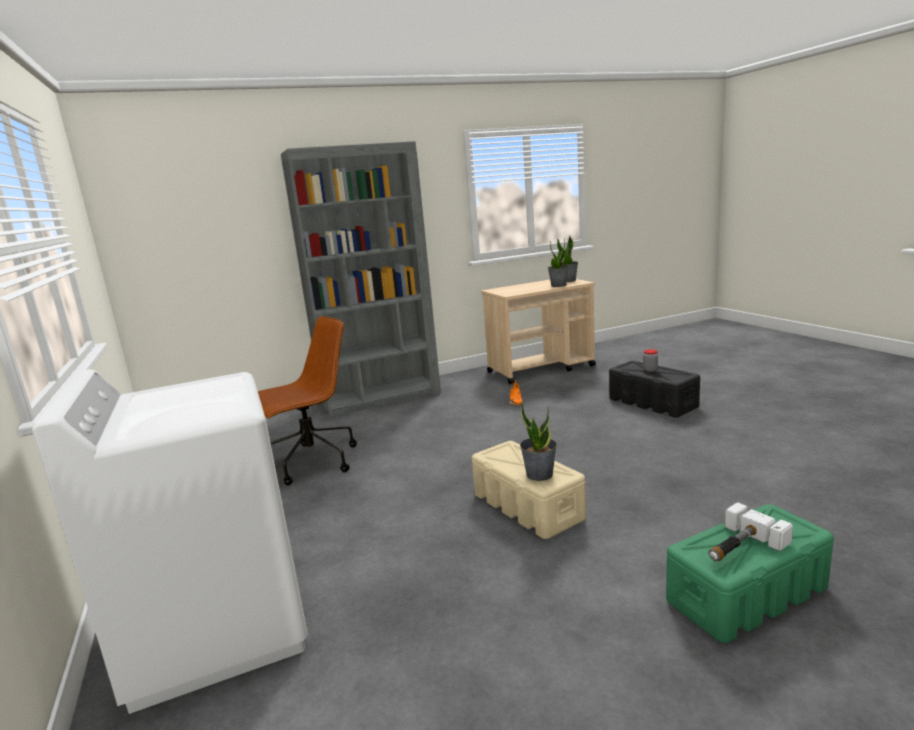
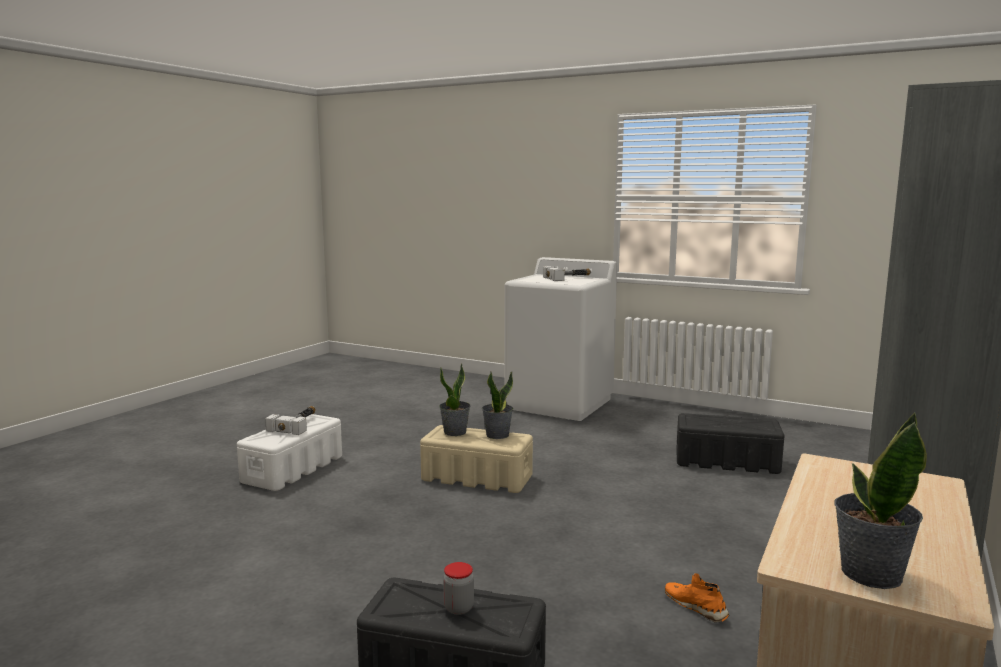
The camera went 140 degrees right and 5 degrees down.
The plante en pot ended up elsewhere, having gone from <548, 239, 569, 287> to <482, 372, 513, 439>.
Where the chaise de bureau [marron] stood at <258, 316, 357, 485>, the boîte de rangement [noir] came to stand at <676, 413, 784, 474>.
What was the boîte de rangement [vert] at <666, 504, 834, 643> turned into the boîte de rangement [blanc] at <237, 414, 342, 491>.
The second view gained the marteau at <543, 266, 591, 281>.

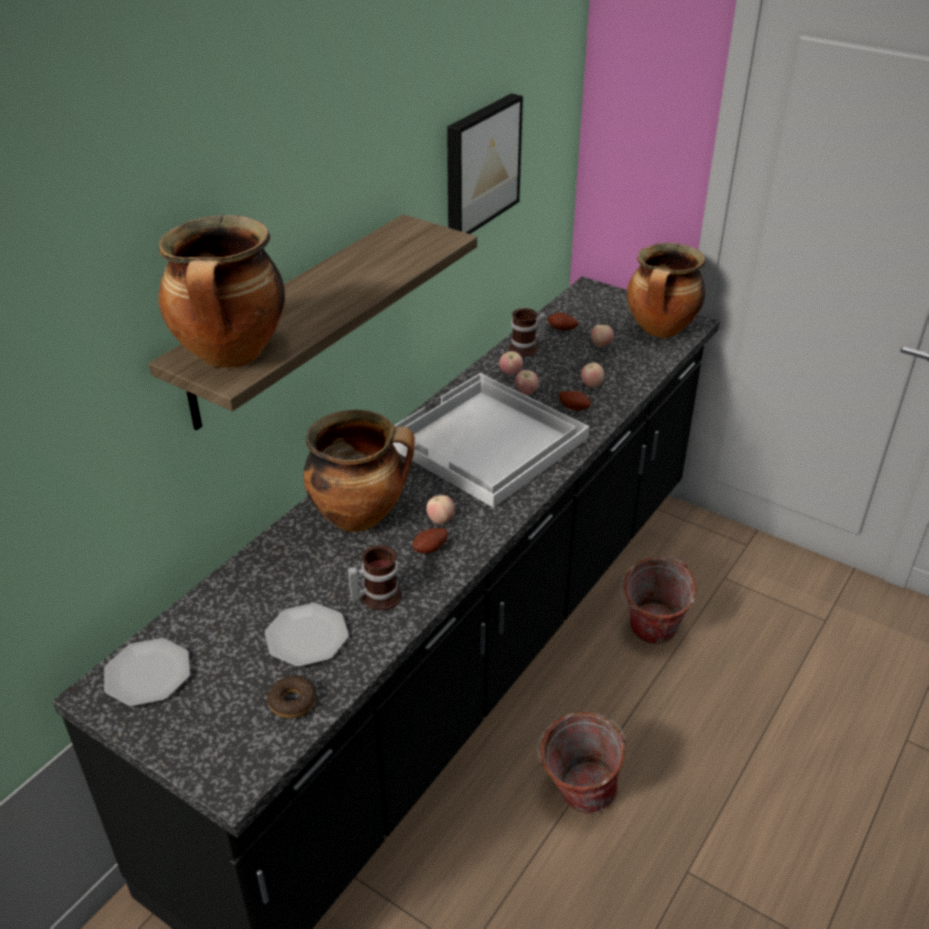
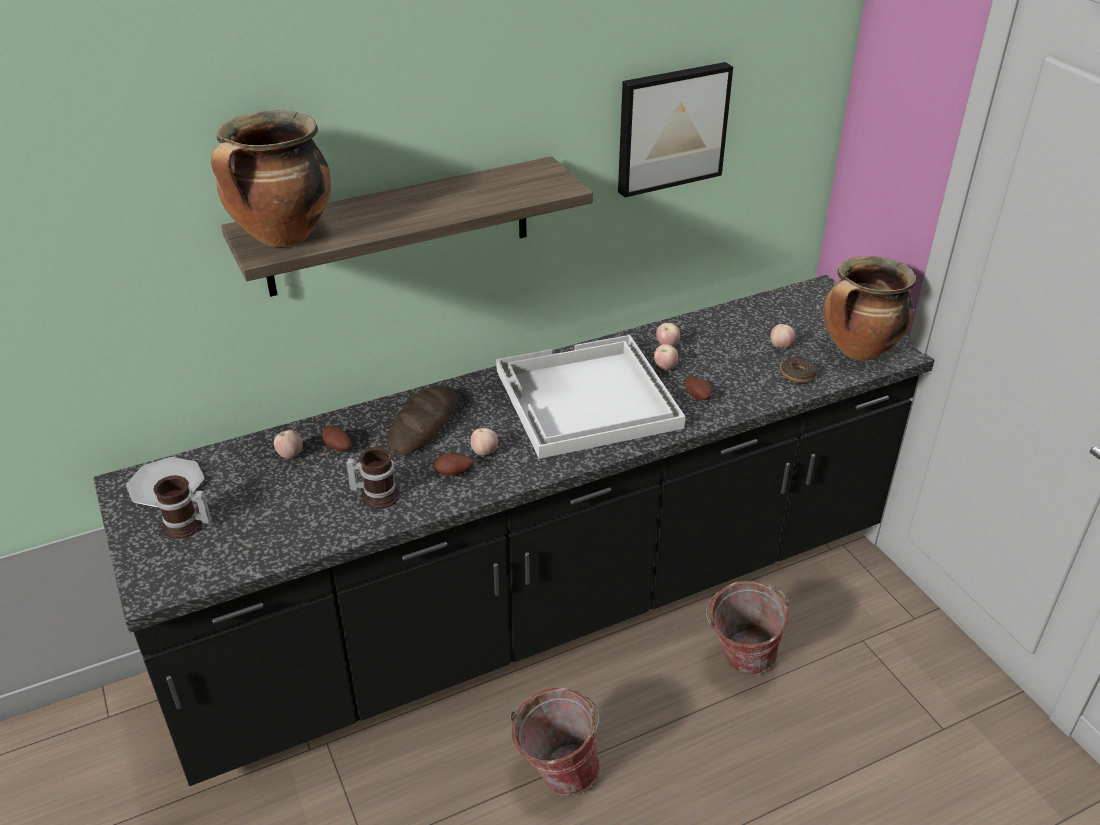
The camera went 30 degrees right and 0 degrees up.
The mug ended up elsewhere, having gone from <509, 308, 547, 357> to <154, 475, 212, 539>.
The pomme de terre ended up elsewhere, having gone from <547, 313, 579, 330> to <322, 426, 351, 451>.
The pomme ended up elsewhere, having gone from <581, 362, 605, 388> to <274, 430, 303, 459>.
Where the marmite stood at <304, 410, 415, 532>, the pain came to stand at <388, 385, 457, 455>.
The second view lost the assiette at <265, 603, 349, 667>.
The beignet ended up elsewhere, having gone from <267, 676, 316, 718> to <781, 357, 818, 383>.

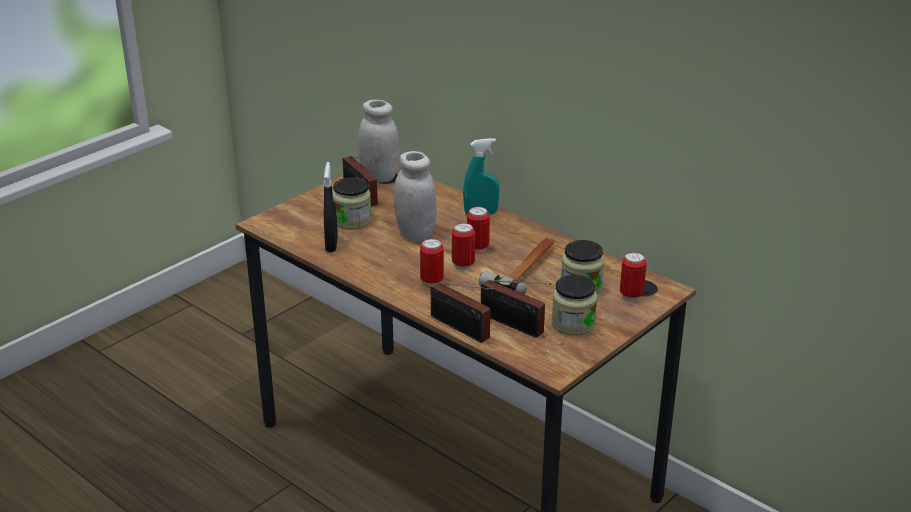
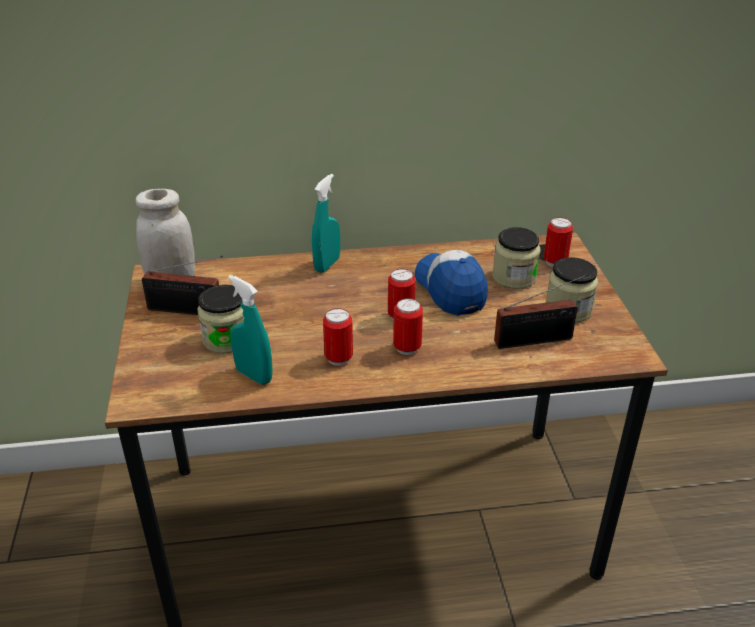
The camera went 50 degrees left and 5 degrees up.
The second view lost the bocal [blanc] at <394, 151, 437, 241>.
What was the vaporisateur [noir] at <324, 162, 338, 252> turned into the vaporisateur [turquoise] at <228, 275, 273, 385>.
The boîte métallique ended up elsewhere, having gone from <467, 206, 490, 252> to <323, 308, 353, 366>.
Where the marteau stood at <479, 237, 555, 294>, the casquette came to stand at <415, 250, 488, 316>.
The second view lost the radio at <431, 283, 496, 343>.

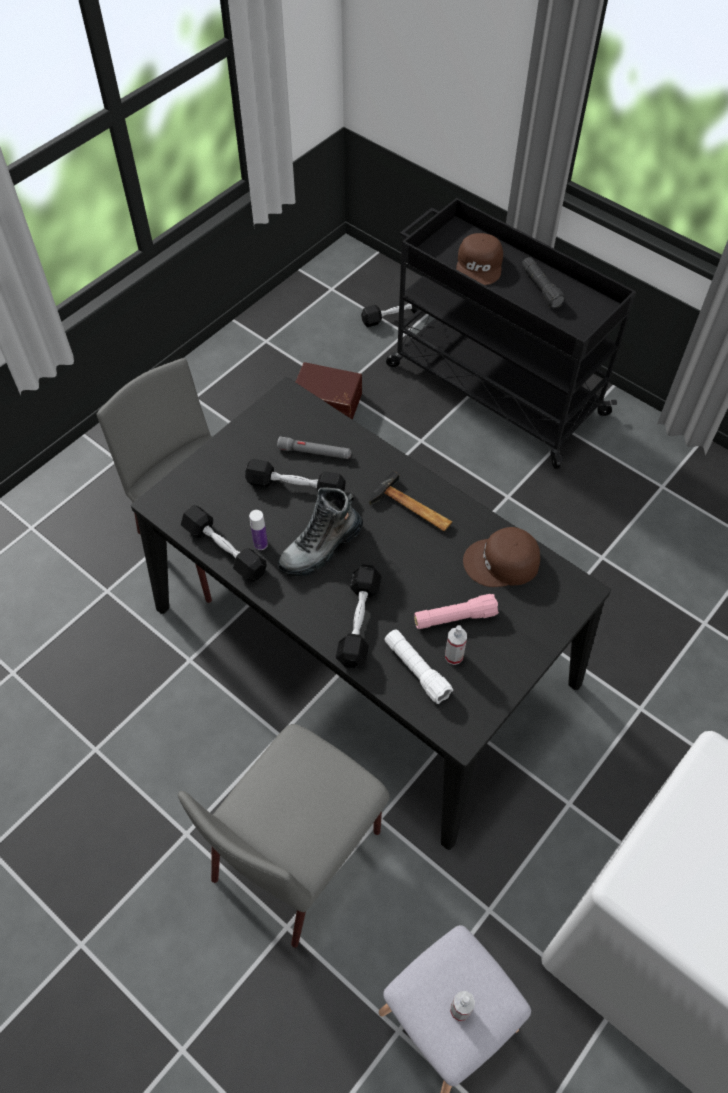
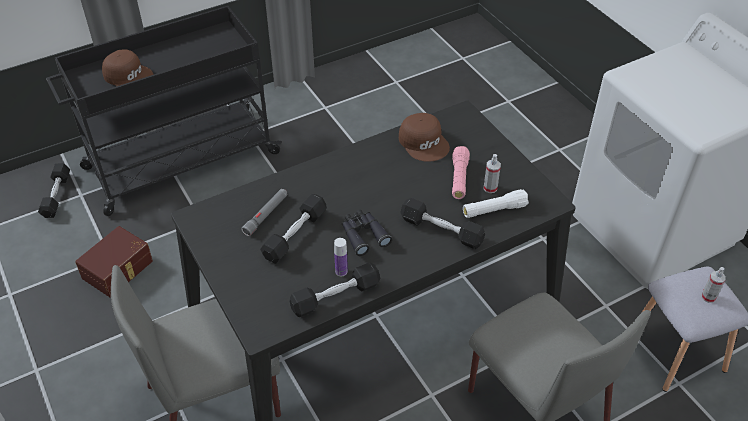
The camera went 70 degrees left and 10 degrees down.
The second view lost the lampe de poche [noir] at <522, 257, 566, 309>.
The second view lost the marteau at <369, 471, 452, 531>.
Where the botte stood at <278, 487, 363, 576>, the jumelles [noir] came to stand at <342, 210, 392, 256>.
The casquette [marron] at <463, 527, 540, 587> ended up facing another way, 45 degrees counterclockwise from before.

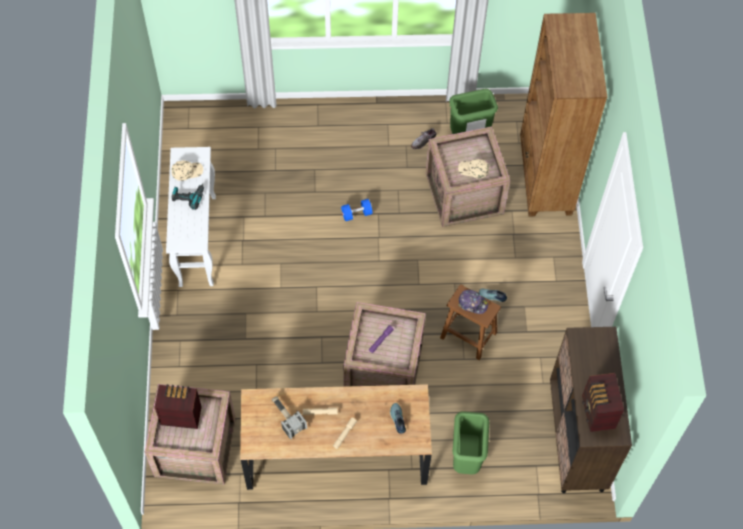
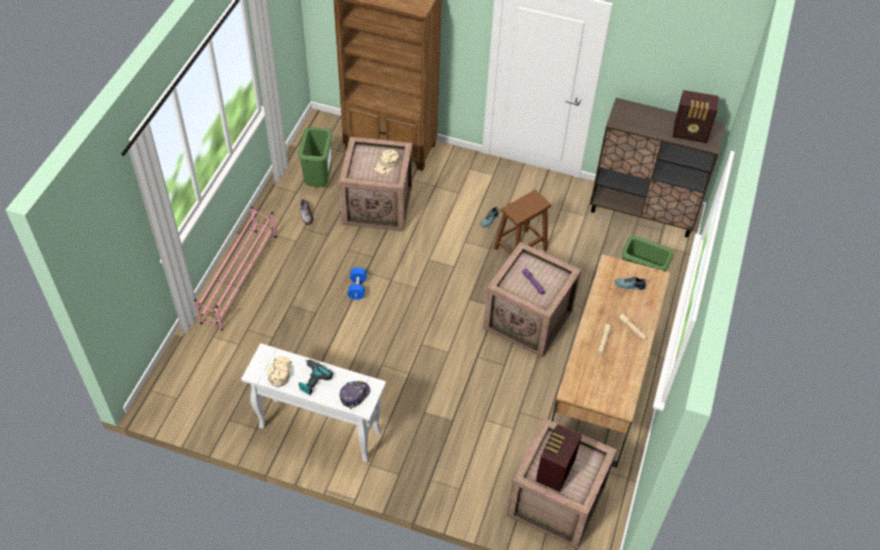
The camera went 70 degrees left and 10 degrees down.
The casquette ended up elsewhere, having gone from <458, 290, 488, 314> to <340, 381, 370, 409>.
The second view lost the marteau at <272, 396, 307, 439>.
The second view gained the étagère à chaussures [rose] at <194, 206, 277, 330>.

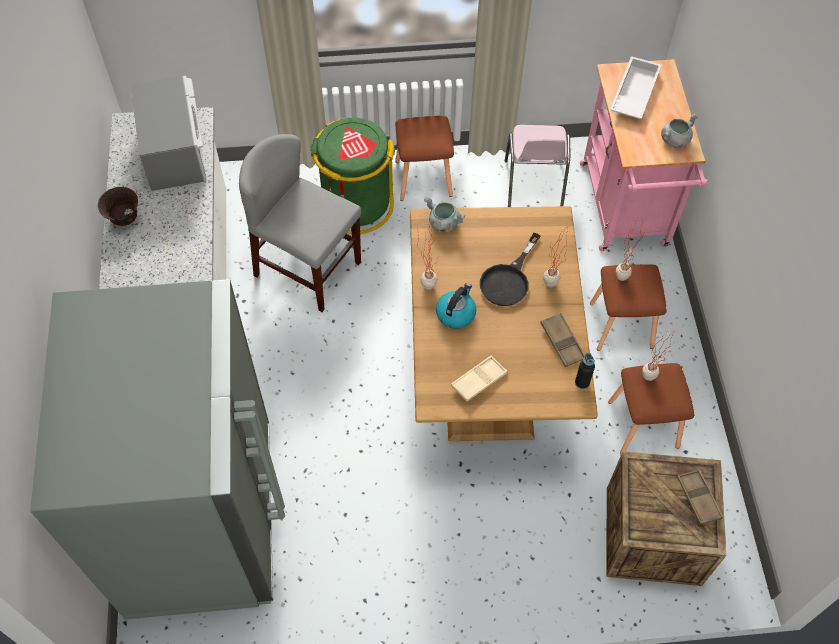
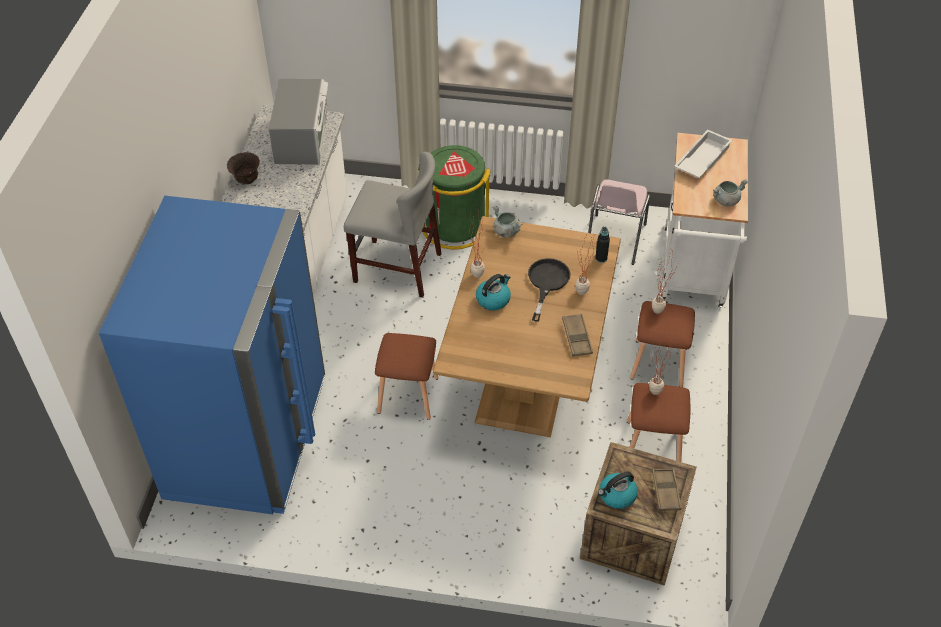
The camera went 15 degrees right and 10 degrees down.
What was the chariot [rose] at <580, 59, 708, 251> turned into the chariot [blanc] at <658, 133, 748, 308>.
The tabouret [marron] ended up elsewhere, having gone from <395, 116, 454, 201> to <375, 333, 438, 420>.
The chaise [gris] at <239, 134, 361, 312> ended up facing another way, 150 degrees clockwise from before.
The poêle [noir] at <480, 233, 540, 306> ended up facing another way, 150 degrees clockwise from before.
What was the réfrigérateur [gris] at <30, 279, 285, 619> turned into the réfrigérateur [bleu] at <99, 196, 325, 514>.
The bouteille [noir] ended up elsewhere, having gone from <575, 353, 595, 389> to <595, 227, 610, 263>.
The second view lost the plateau [beige] at <451, 355, 507, 402>.
The second view gained the bouilloire at <598, 472, 638, 509>.

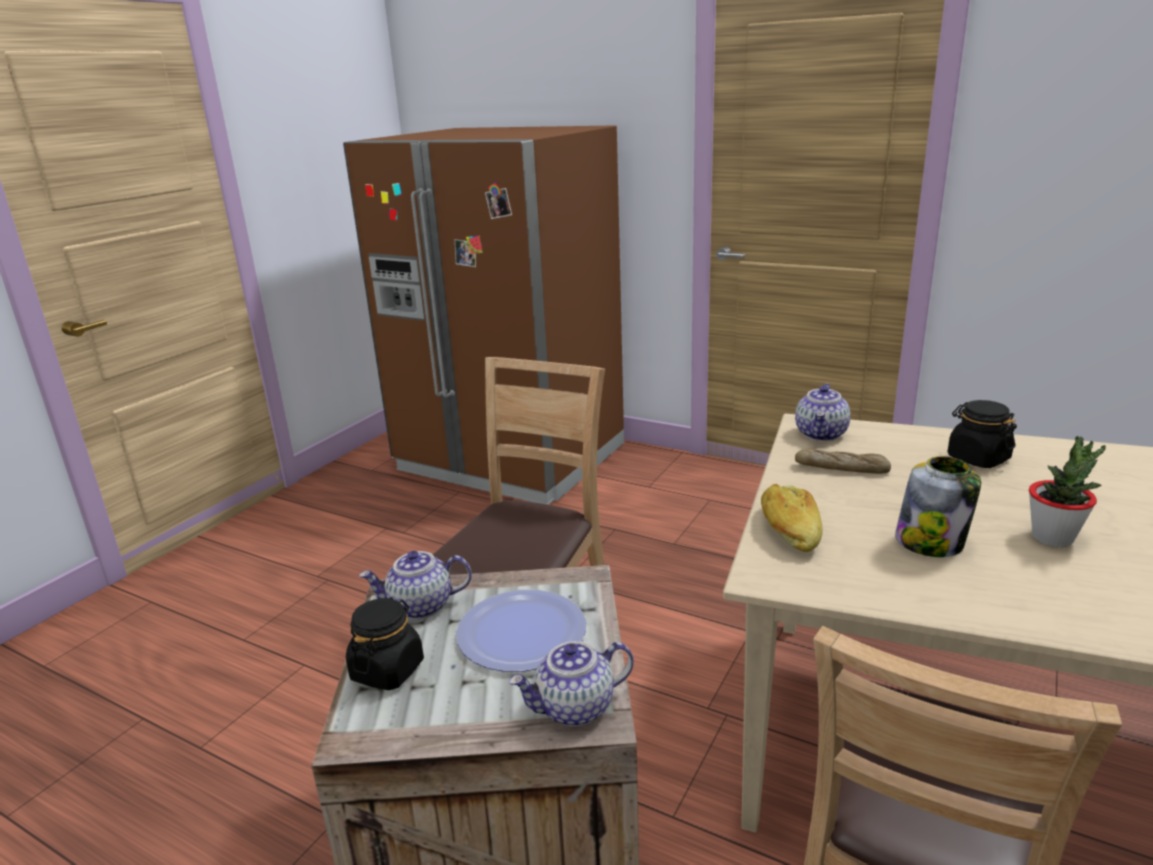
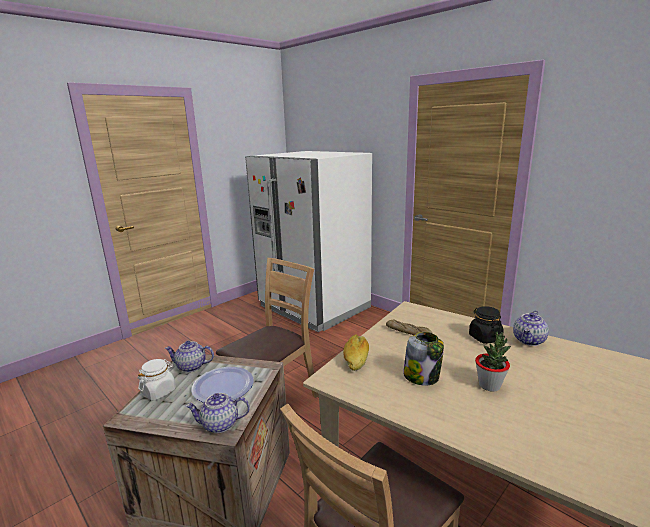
The camera went 15 degrees right and 5 degrees down.
What was the réfrigérateur [marron] at <343, 125, 624, 505> turned into the réfrigérateur [blanc] at <245, 151, 372, 332>.
The théière ended up elsewhere, having gone from <795, 383, 851, 441> to <513, 310, 549, 346>.
What was the bocal [noir] at <346, 597, 424, 690> turned into the bocal [blanc] at <138, 359, 176, 401>.

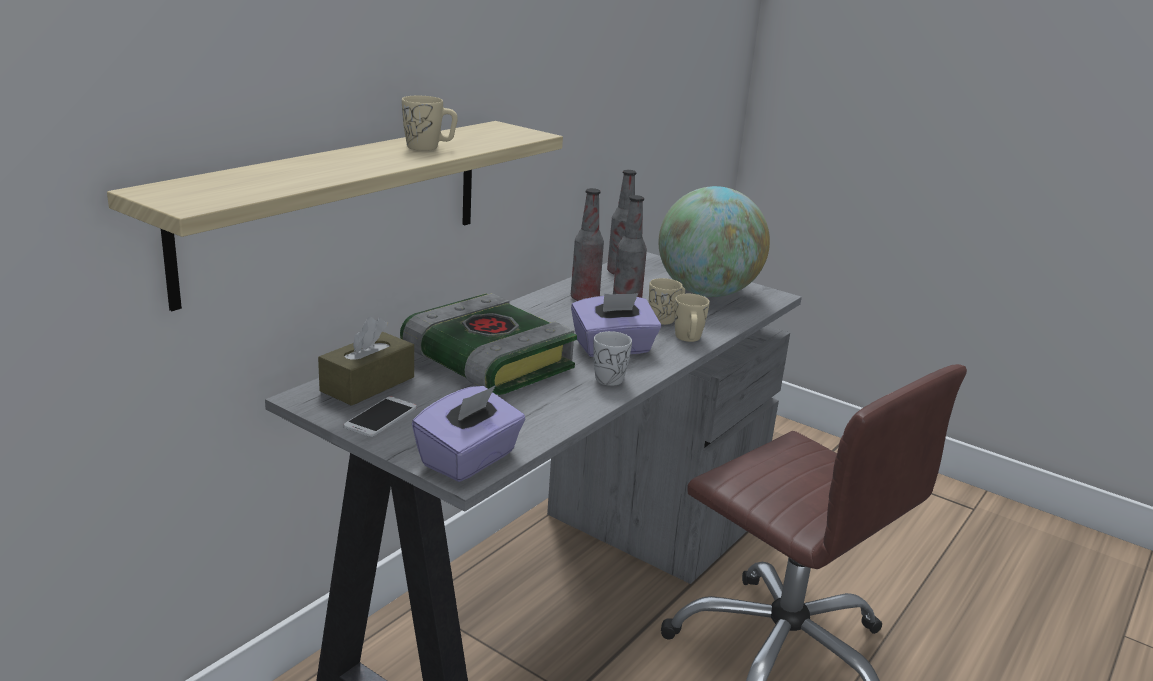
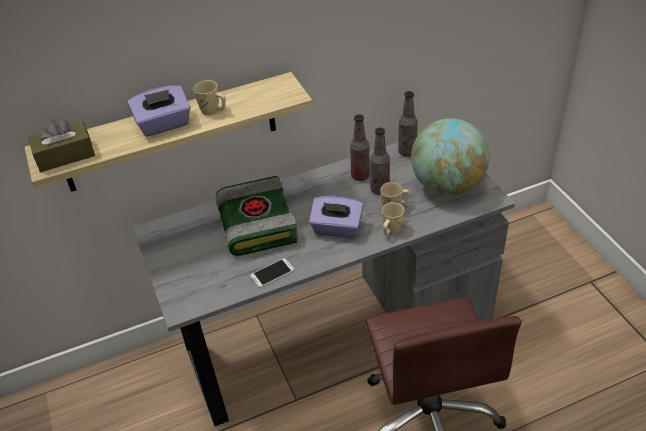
The camera went 35 degrees right and 20 degrees up.
The boîte à mouchoirs [marron] ended up elsewhere, having gone from <318, 317, 414, 406> to <28, 119, 95, 172>.
The second view lost the mug [blanc] at <593, 331, 632, 386>.
The boîte à mouchoirs [violet] ended up elsewhere, having gone from <412, 385, 525, 482> to <127, 85, 191, 137>.
The téléphone ended up elsewhere, having gone from <344, 396, 417, 437> to <250, 258, 295, 288>.

